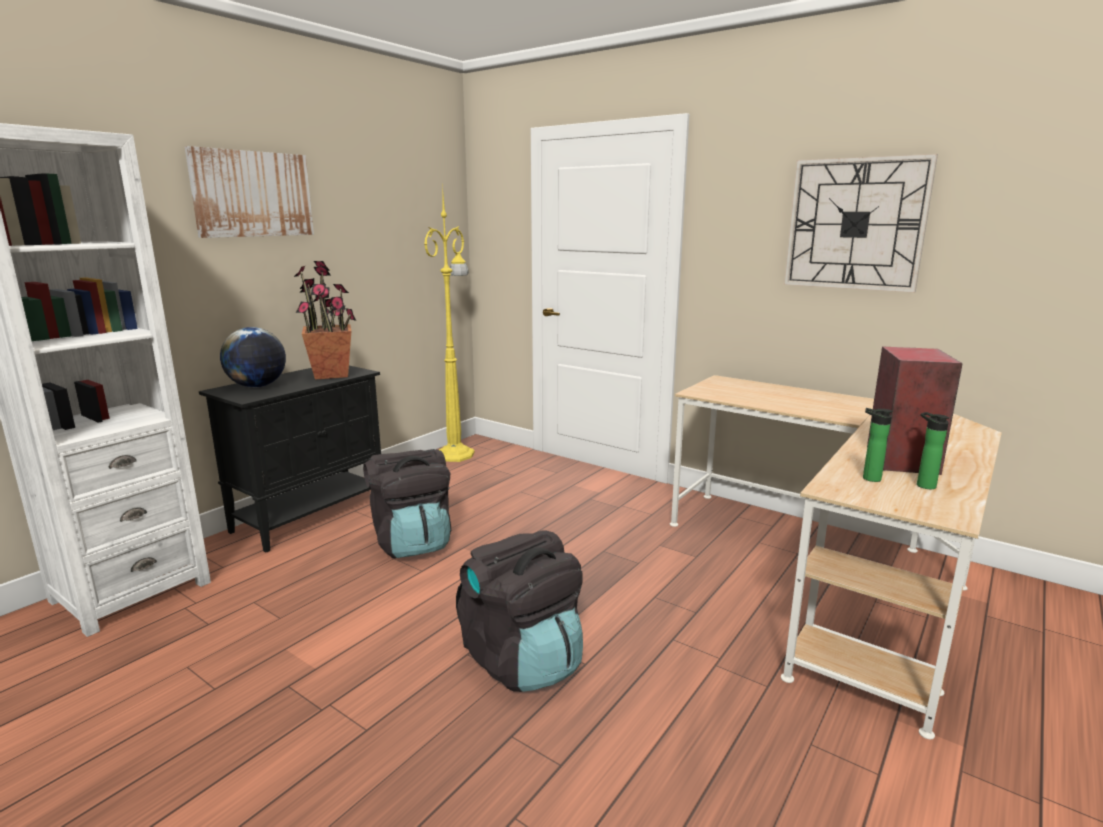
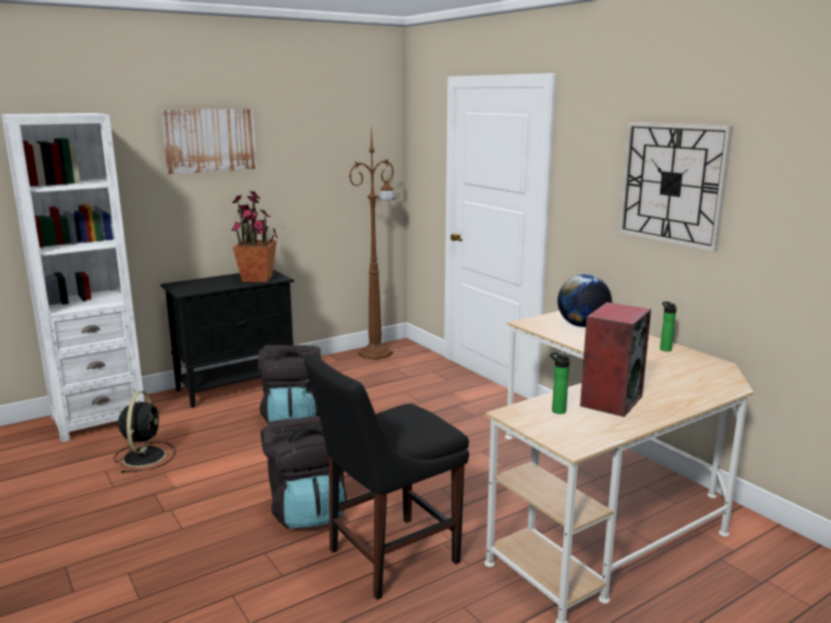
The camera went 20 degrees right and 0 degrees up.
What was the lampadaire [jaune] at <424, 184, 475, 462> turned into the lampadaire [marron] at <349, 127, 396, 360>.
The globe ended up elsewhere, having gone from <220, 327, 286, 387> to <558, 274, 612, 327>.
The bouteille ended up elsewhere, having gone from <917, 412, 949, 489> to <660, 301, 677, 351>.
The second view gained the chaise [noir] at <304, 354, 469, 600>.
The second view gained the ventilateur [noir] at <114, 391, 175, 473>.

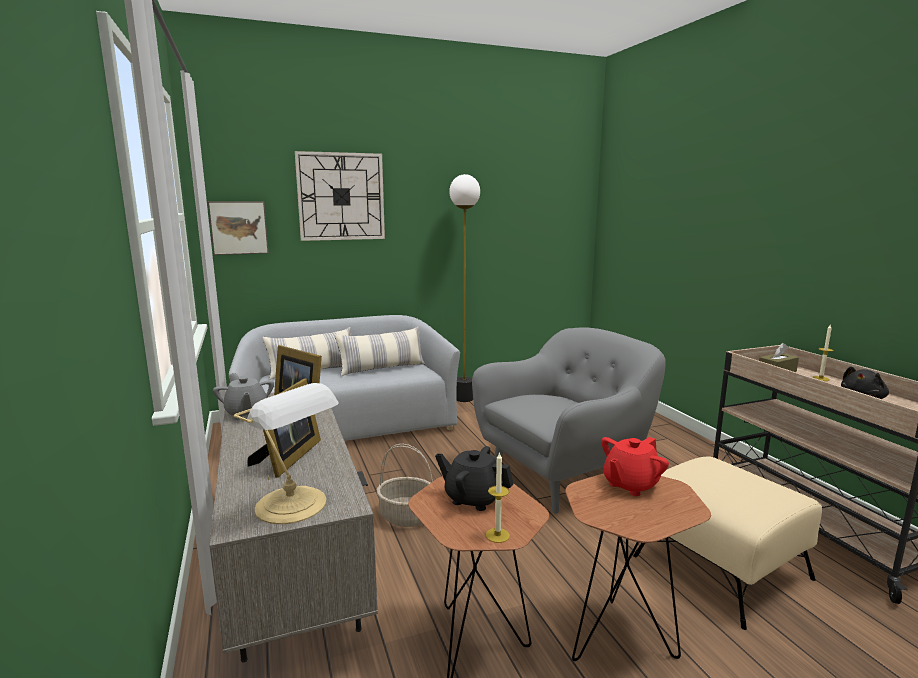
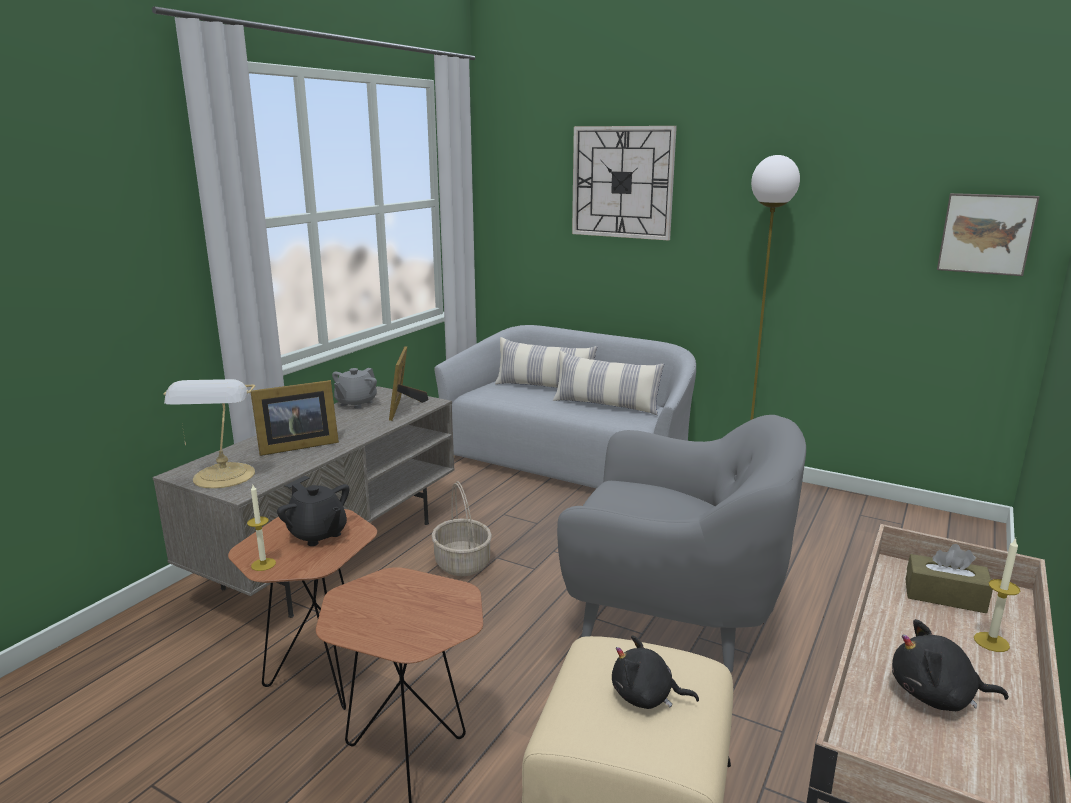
The camera went 50 degrees right and 5 degrees up.
The tableau ended up elsewhere, having gone from <208, 201, 269, 255> to <937, 193, 1039, 276>.
The second view lost the théière [rouge] at <601, 437, 669, 496>.
The théière [noir] at <435, 446, 514, 511> ended up facing another way, 150 degrees clockwise from before.
The second view gained the peluche [noir] at <612, 635, 699, 709>.

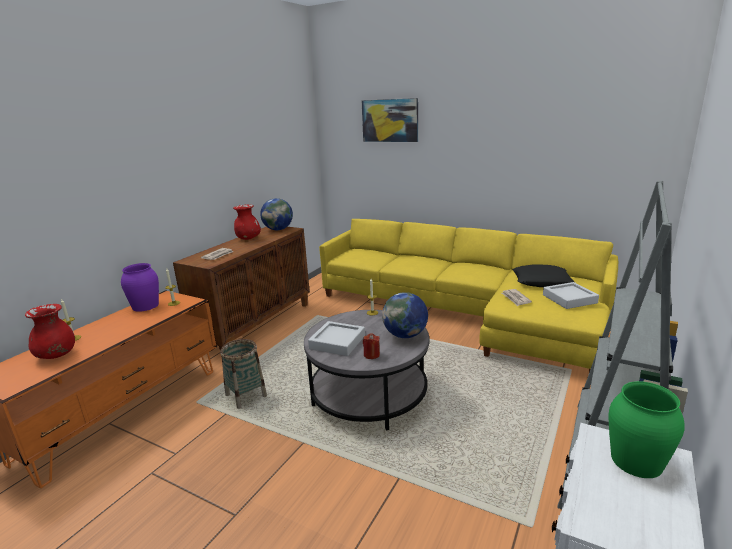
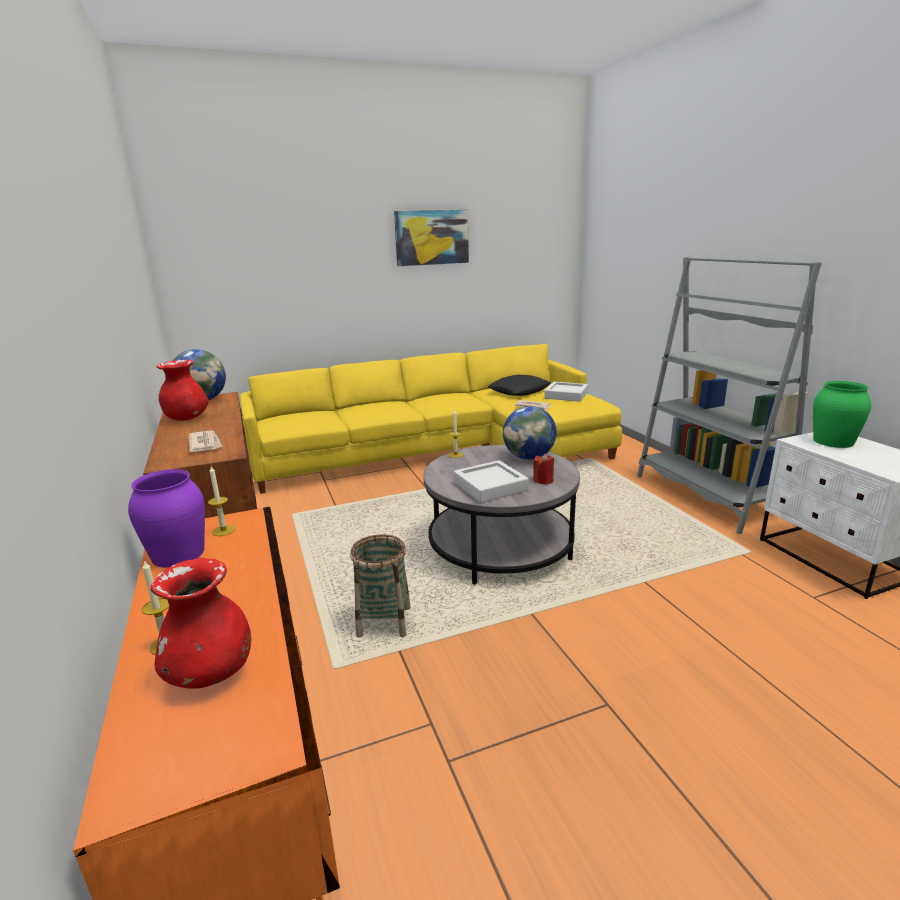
The camera went 50 degrees left and 0 degrees up.
The tableau ended up elsewhere, having gone from <362, 98, 418, 142> to <394, 210, 469, 266>.

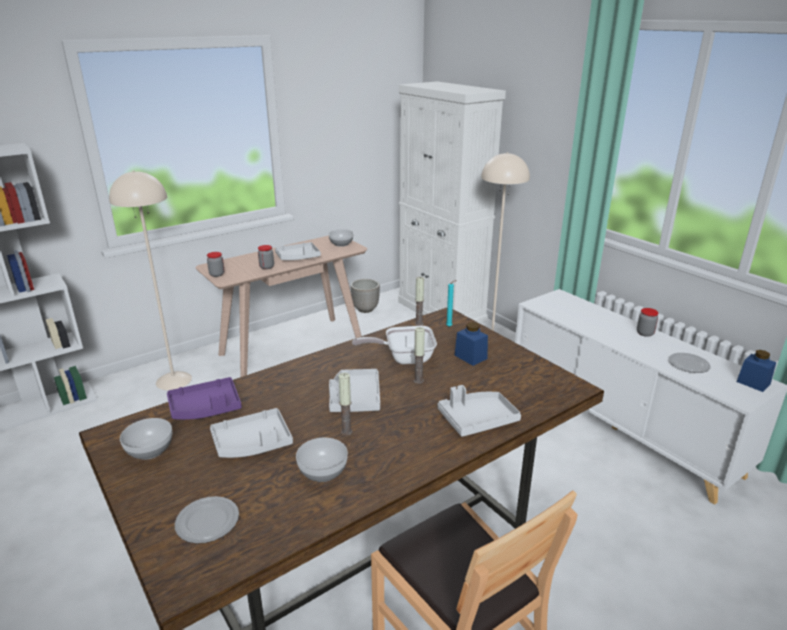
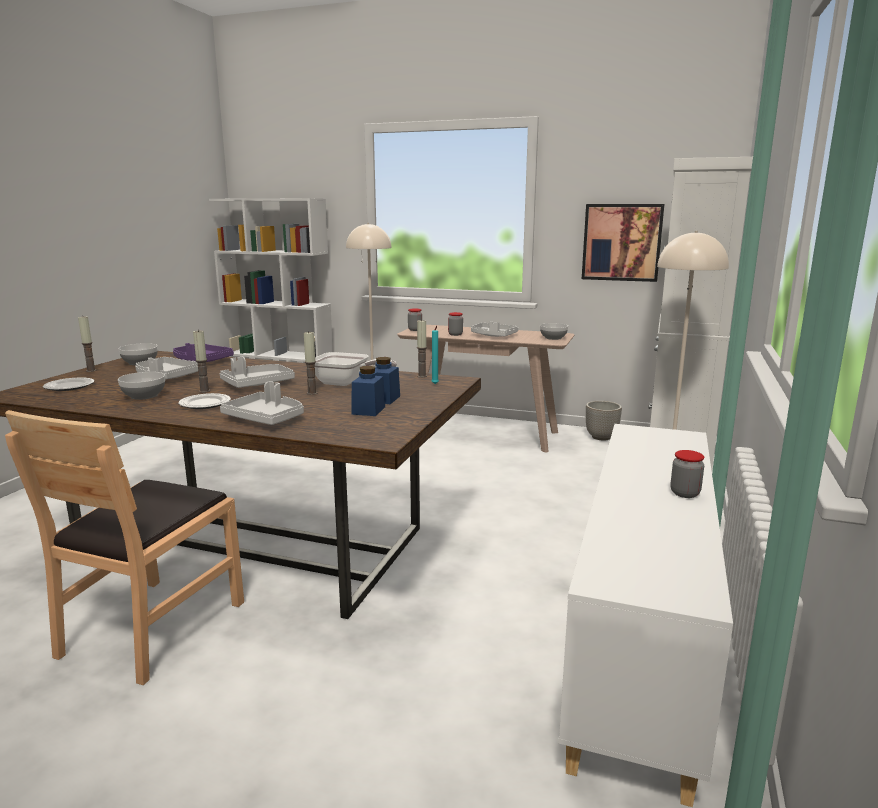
The camera went 55 degrees right and 10 degrees down.
The poêle at <352, 326, 437, 364> ended up facing another way, 150 degrees clockwise from before.
The bocal [bleu] ended up elsewhere, having gone from <737, 350, 776, 392> to <352, 366, 385, 416>.
The assiette ended up elsewhere, having gone from <668, 353, 711, 373> to <178, 393, 231, 409>.
The second view gained the tableau at <582, 204, 664, 282>.
The second view gained the bougie at <78, 315, 97, 372>.

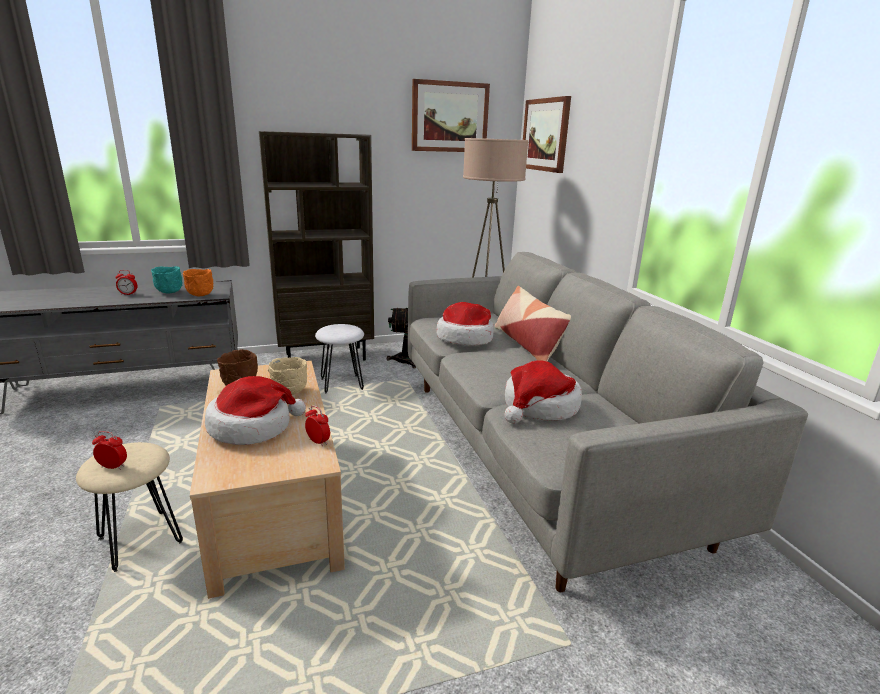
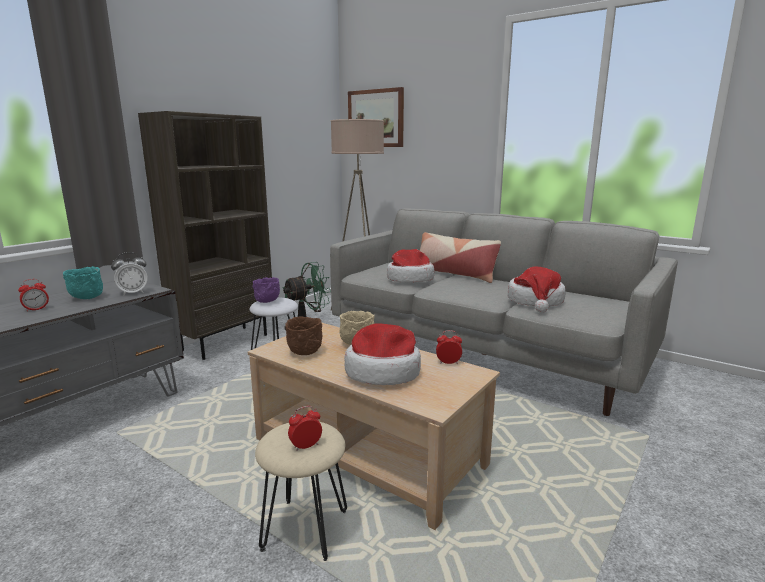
The camera went 35 degrees left and 5 degrees down.
The second view lost the tableau at <412, 79, 490, 152>.
Where the bol [orange] stood at <183, 269, 213, 296>, the réveil came to stand at <111, 252, 148, 296>.
The second view gained the bol [violet] at <252, 277, 280, 303>.

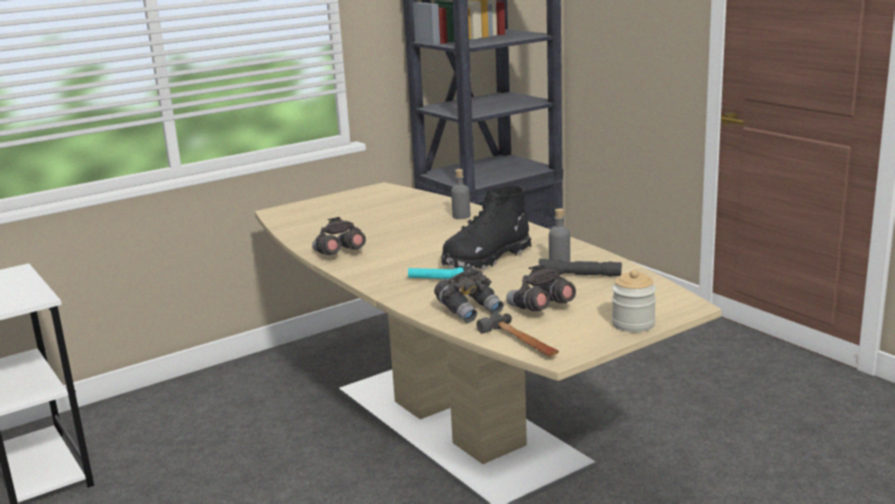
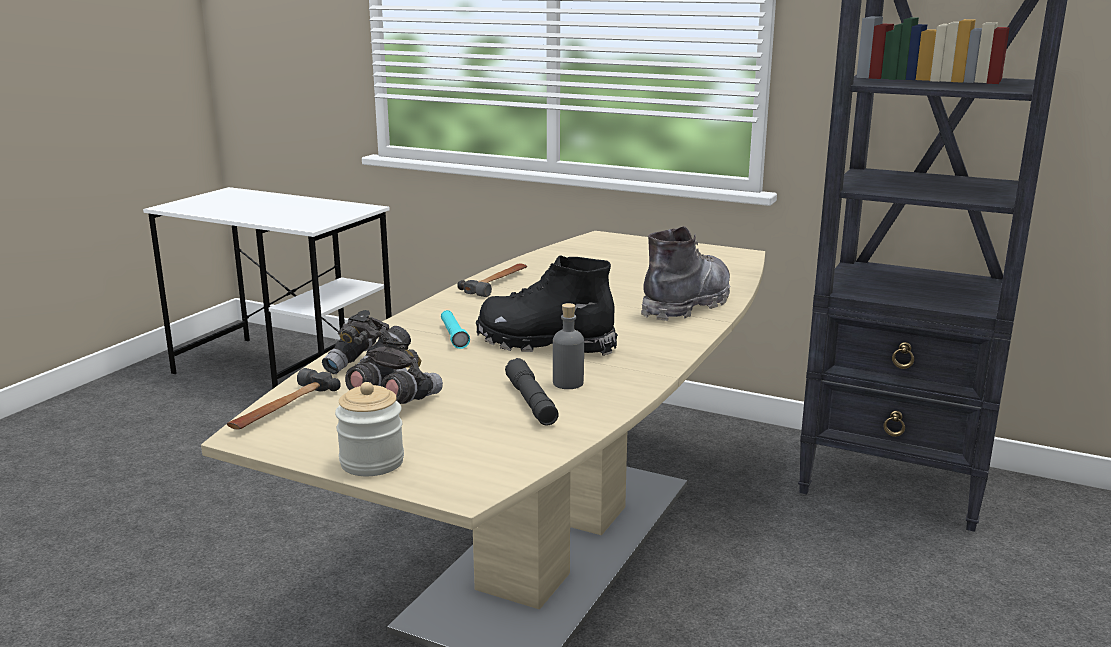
The camera went 60 degrees right and 0 degrees up.
Where the bouteille [gris] stood at <451, 169, 470, 219>, the botte [gris] came to stand at <641, 226, 730, 321>.
Where the jumelles [gris] stood at <312, 217, 366, 255>, the marteau came to stand at <457, 264, 527, 297>.

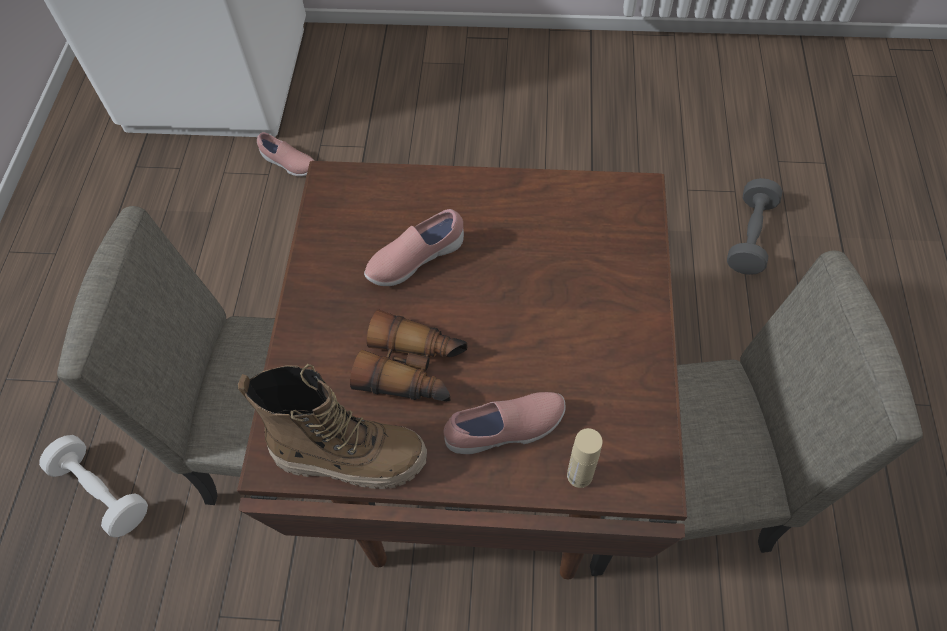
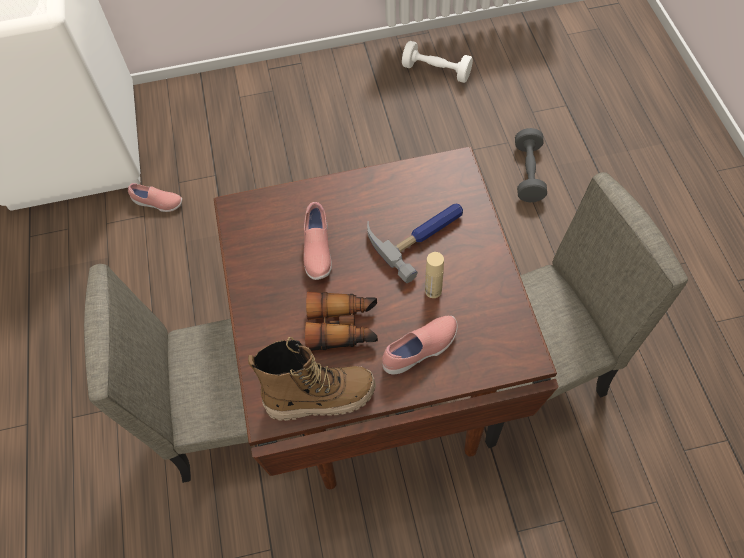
The camera went 15 degrees left and 0 degrees up.
The chaussure [rose] at <364, 209, 464, 286> ended up facing another way, 45 degrees counterclockwise from before.
The bouteille [beige] ended up elsewhere, having gone from <567, 428, 603, 488> to <425, 252, 444, 298>.
The haltère [blanc] ended up elsewhere, having gone from <39, 435, 148, 538> to <402, 41, 473, 83>.
The second view gained the marteau at <367, 204, 463, 283>.

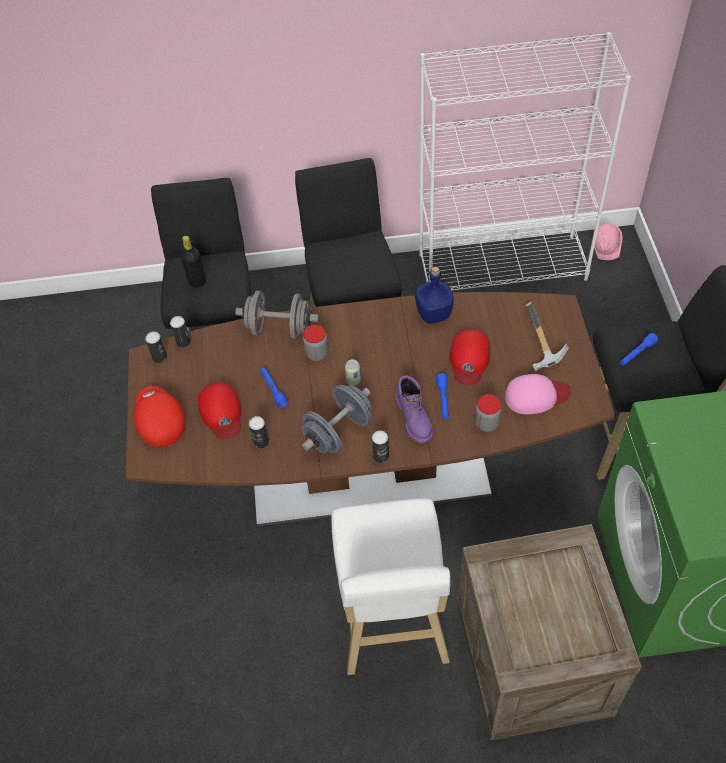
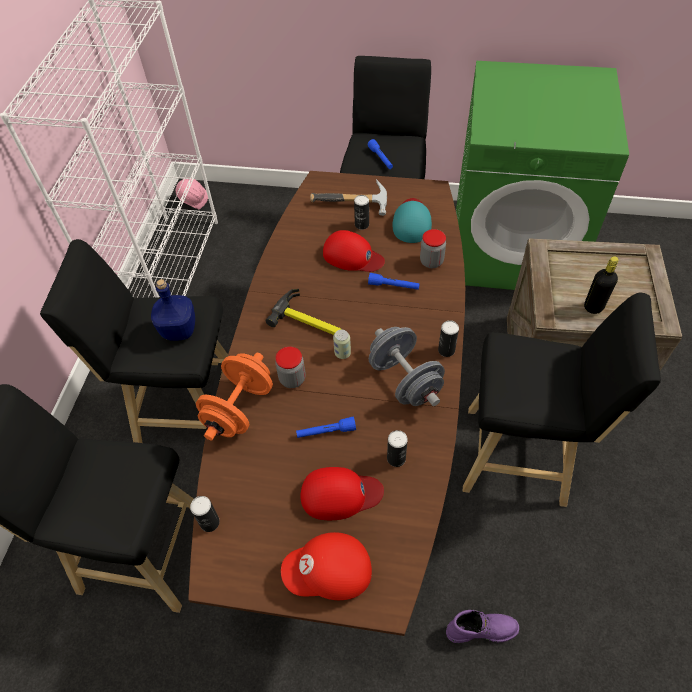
The camera went 75 degrees left and 0 degrees up.
The bouteille [noir] ended up elsewhere, having gone from <180, 236, 206, 287> to <584, 256, 619, 314>.
The bouteille [bleu] ended up elsewhere, having gone from <415, 267, 454, 324> to <151, 279, 195, 341>.
What was the haltère [gris] at <235, 291, 319, 339> turned into the haltère [orange] at <196, 353, 273, 441>.
The boîte métallique ended up elsewhere, having gone from <145, 331, 167, 363> to <354, 195, 369, 230>.
What was the casquette [rose] at <505, 374, 571, 414> turned into the casquette [turquoise] at <393, 198, 432, 243>.
The botte [violet] ended up elsewhere, having gone from <395, 376, 433, 443> to <446, 610, 519, 643>.
What was the tabouret [blanc] at <331, 499, 451, 675> turned into the tabouret [noir] at <463, 293, 661, 507>.
The second view gained the marteau at <265, 289, 341, 335>.

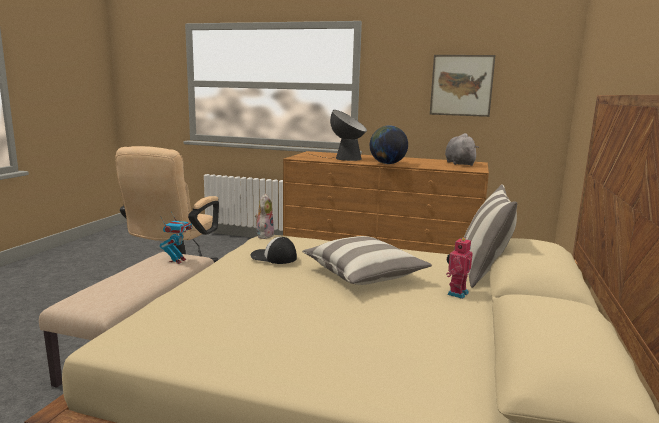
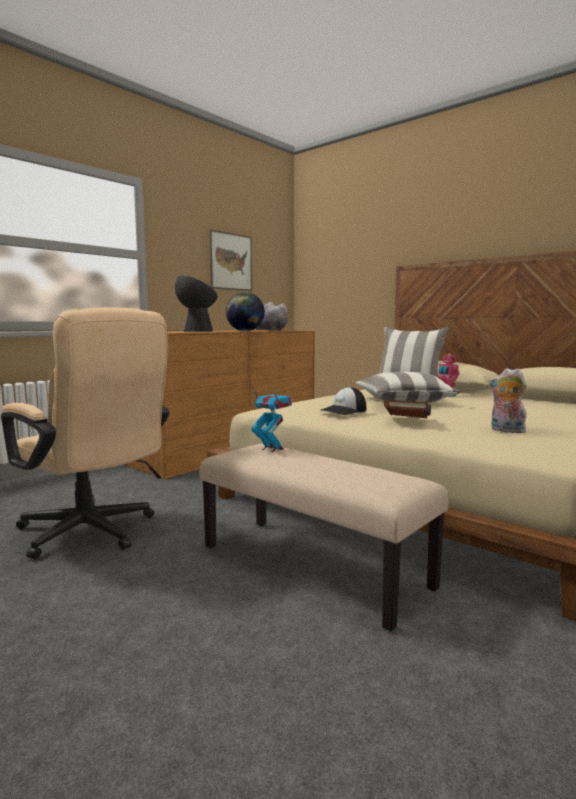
The camera went 65 degrees left and 5 degrees down.
The peluche ended up elsewhere, having gone from <255, 194, 274, 239> to <488, 368, 527, 433>.
The second view gained the livre [marron] at <384, 400, 431, 418>.

